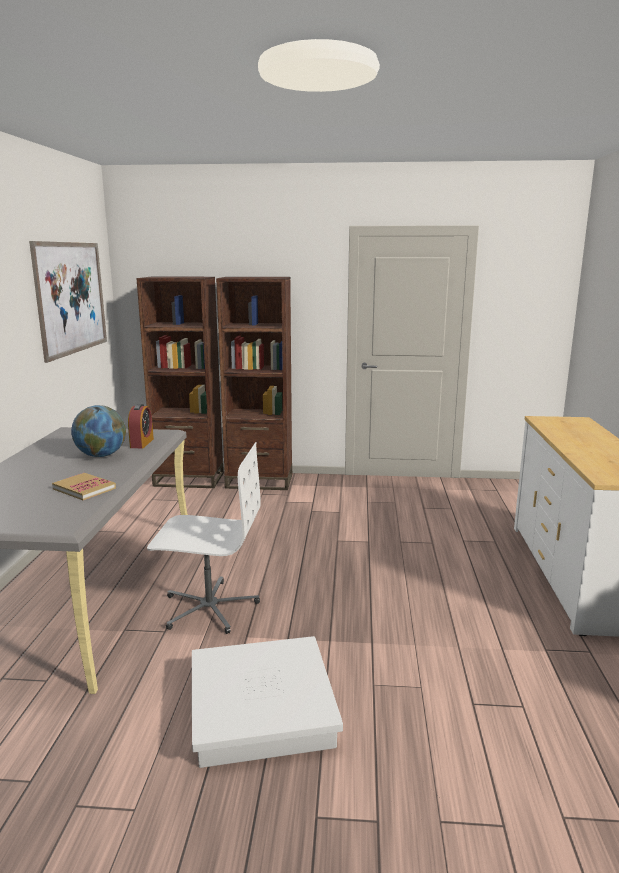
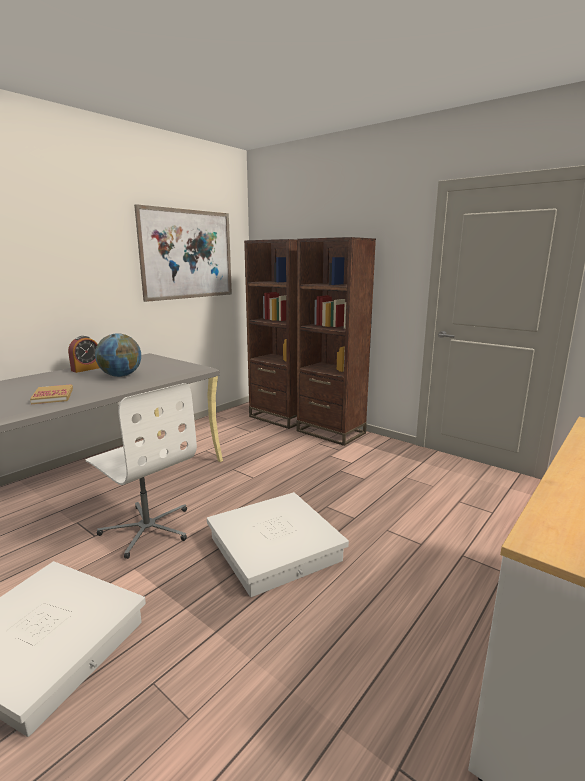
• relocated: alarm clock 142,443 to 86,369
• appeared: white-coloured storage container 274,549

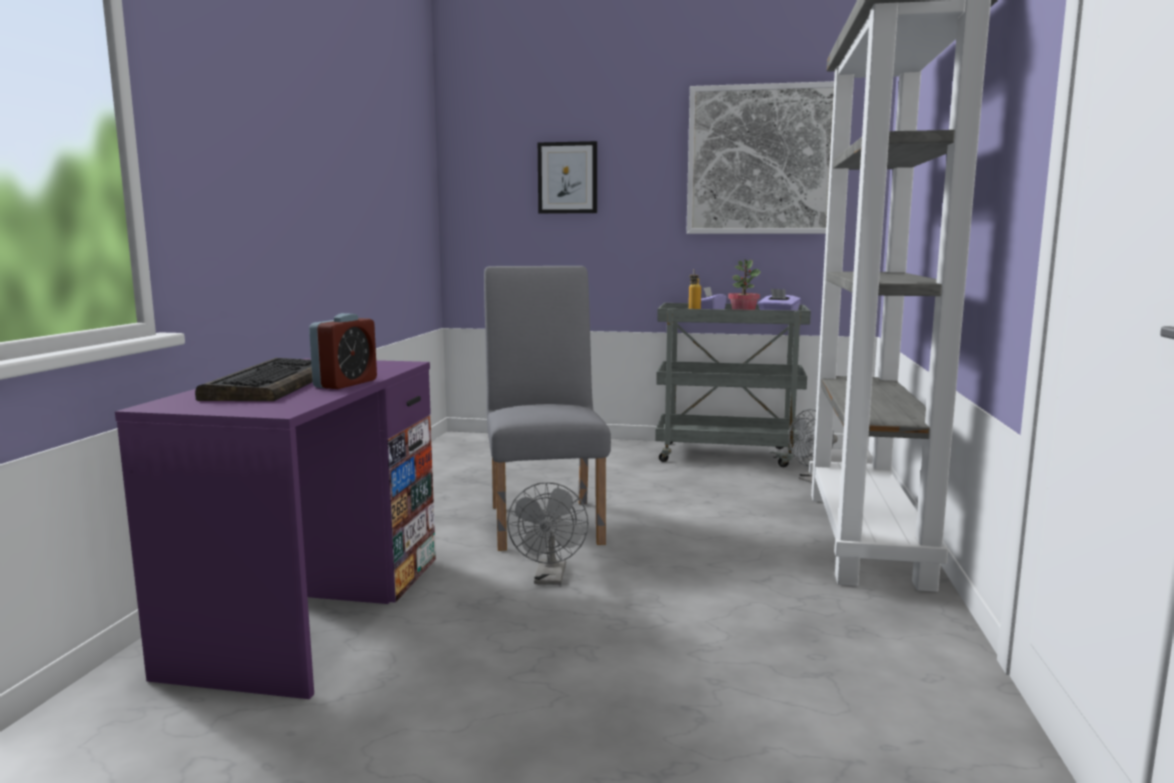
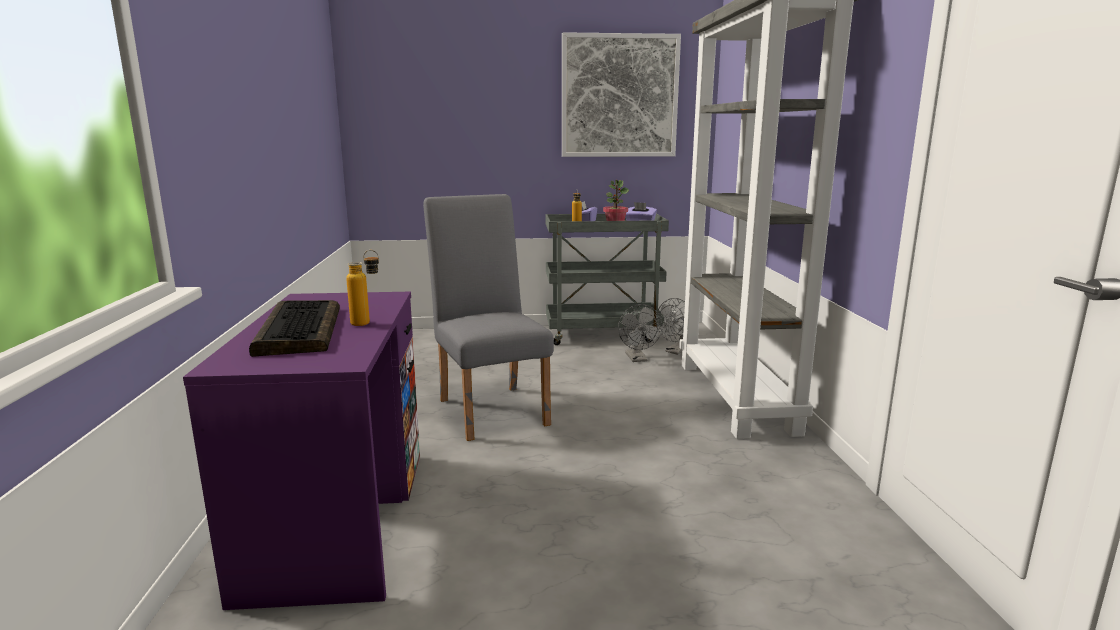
• exchanged: alarm clock 346,383 to drink bottle 367,324
• relocated: grey fan 550,579 to 637,359
• missing: picture 567,178

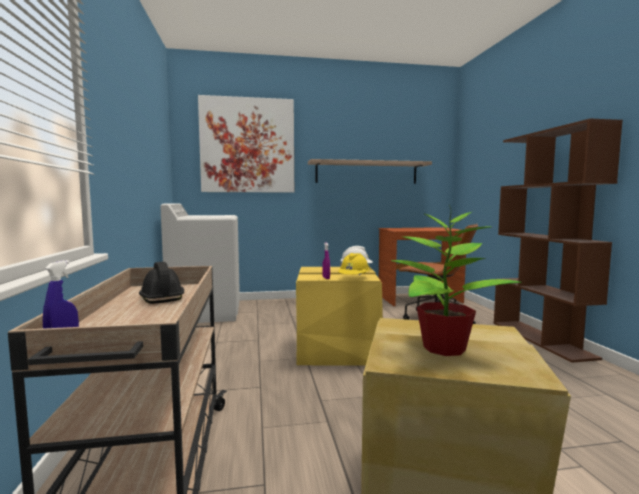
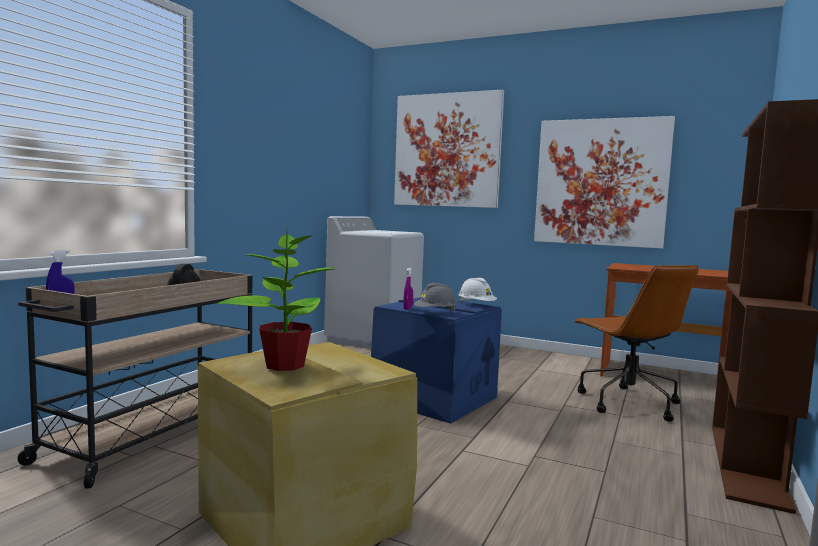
• colour: yellow-coloured storage container 337,350 to bluish storage container 435,399
• colour: yellow-coloured hard hat 354,278 to grey hard hat 435,313
• exchanged: bracket shelf 366,172 to picture 600,182

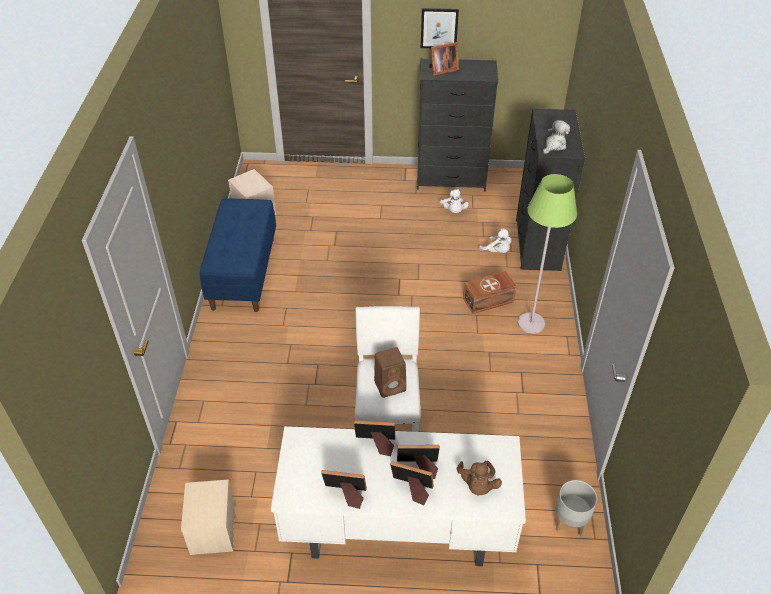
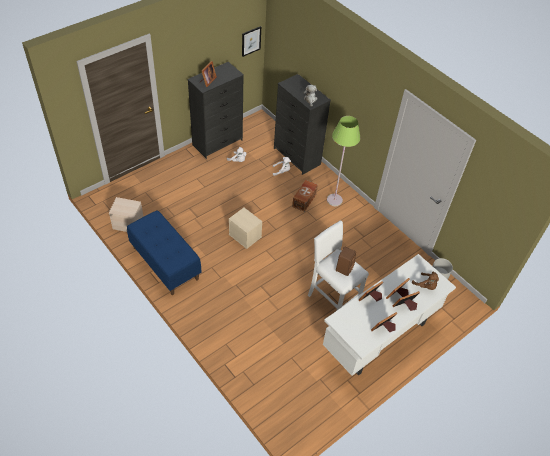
• relocated: sand-coloured storage container 213,530 to 245,236
• relocated: picture 439,28 to 251,41

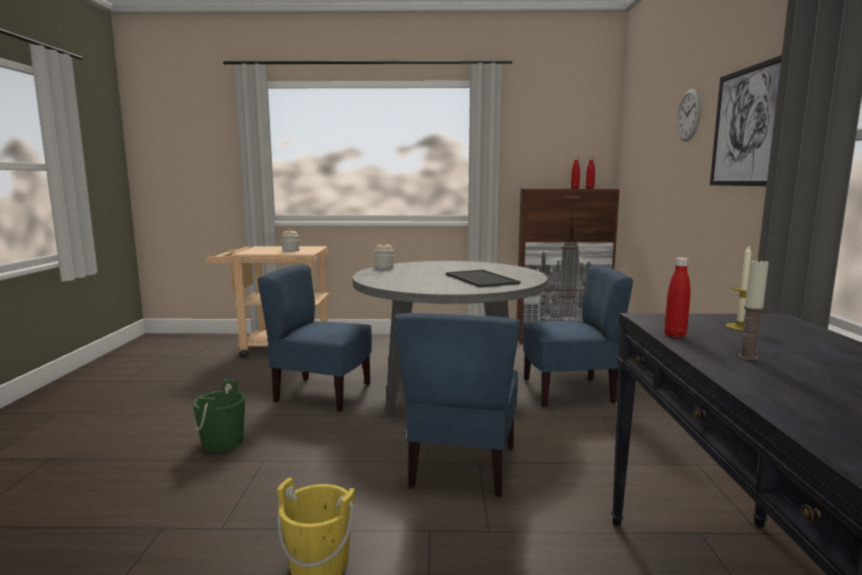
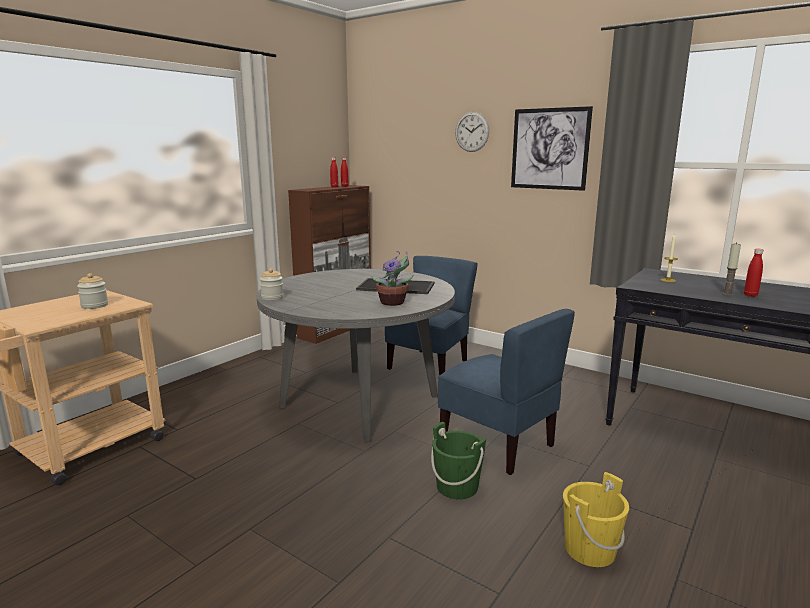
• appeared: potted plant 394,303
• relocated: greenish water bucket 223,442 to 457,487
• relocated: red drink bottle 675,335 to 750,295
• missing: bluish plain chair 322,394

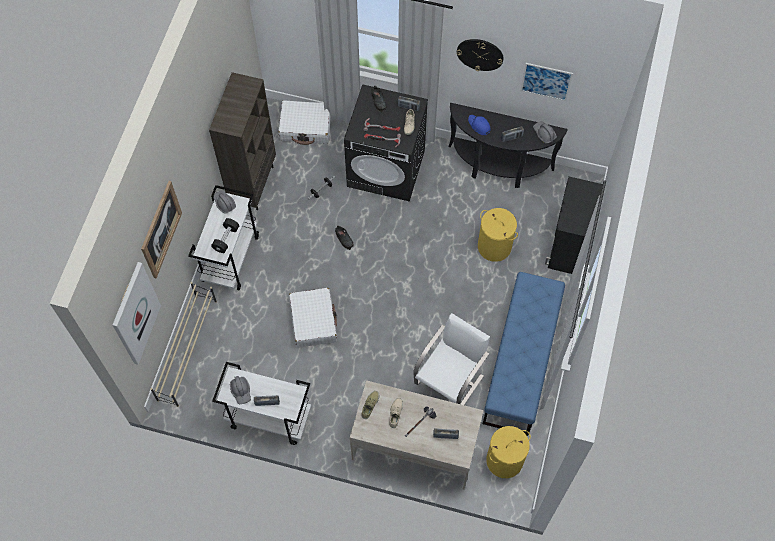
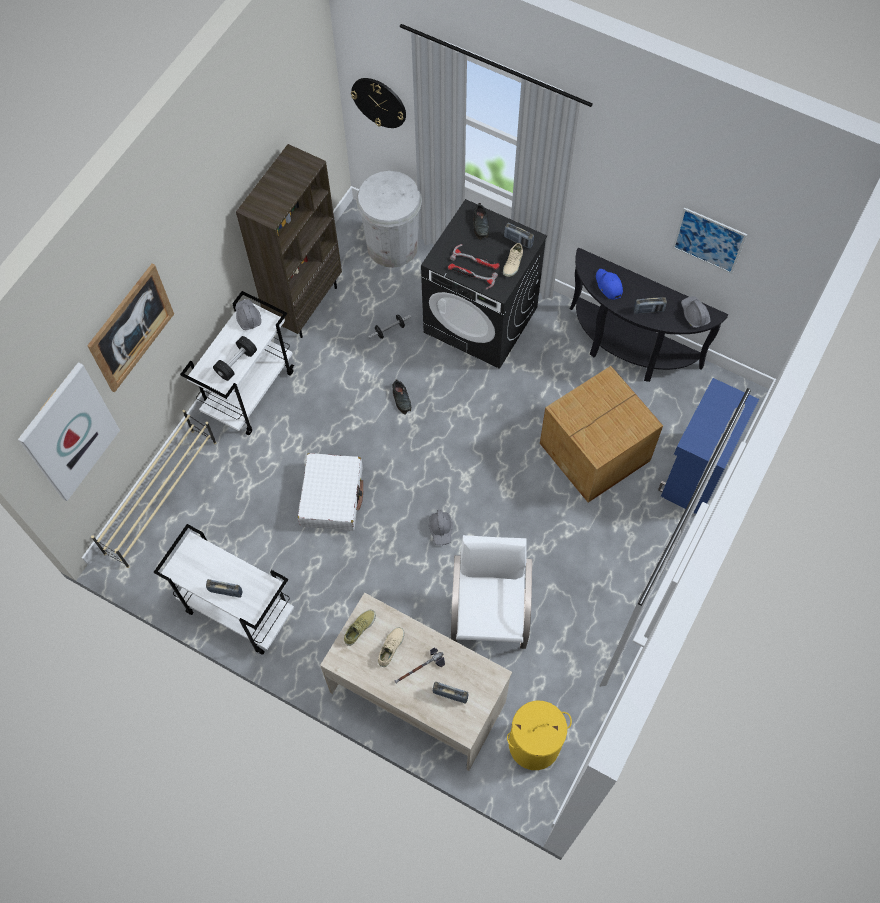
• relocated: clock on the wall 480,54 to 379,102
• exchanged: white-coloured piece of luggage 306,127 to white-coloured trash can 392,246
• relocated: grey hard hat 241,391 to 441,529
• spun: white-coloured plain chair 450,379 = 490,615 45 degrees counterclockwise
• exchanged: yellow-coloured hamper 494,246 to cardboard box 596,452
• colour: blackish cupboard 567,246 to bluish cupboard 695,473
• missing: bluish bench 521,361

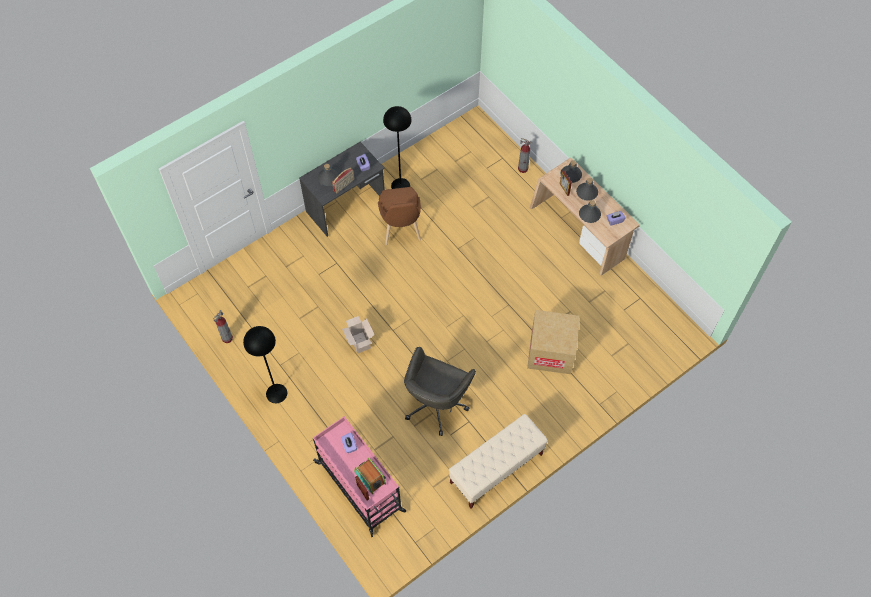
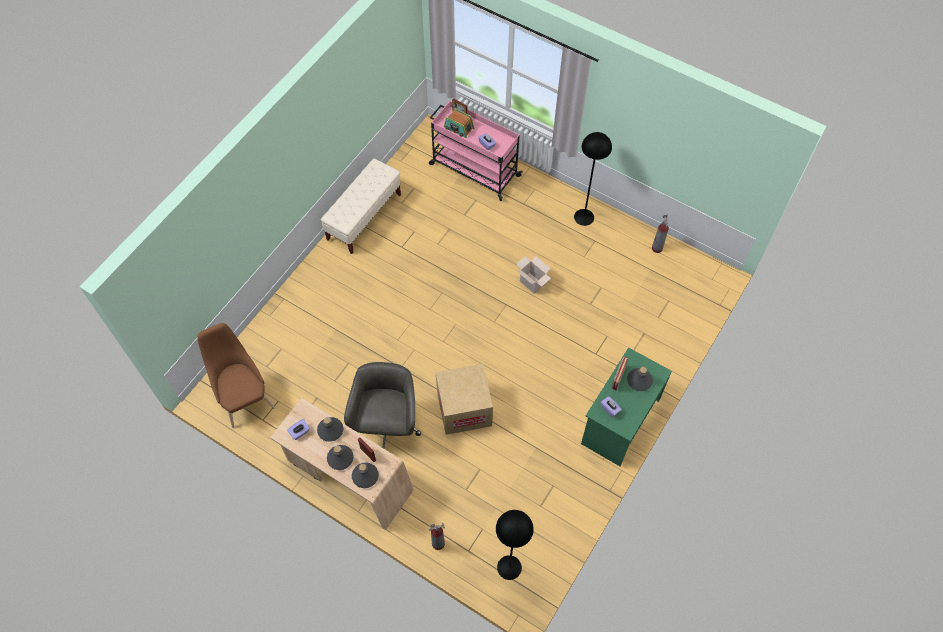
• relocated: brown-coloured plain chair 401,230 to 244,397
• relocated: grey desk chair 436,403 to 387,425
• relocated: cardboard box 551,352 to 464,409
• relocated: blackish standard lamp 400,185 to 509,567
• colour: grey desk 346,206 to greenish desk 619,421

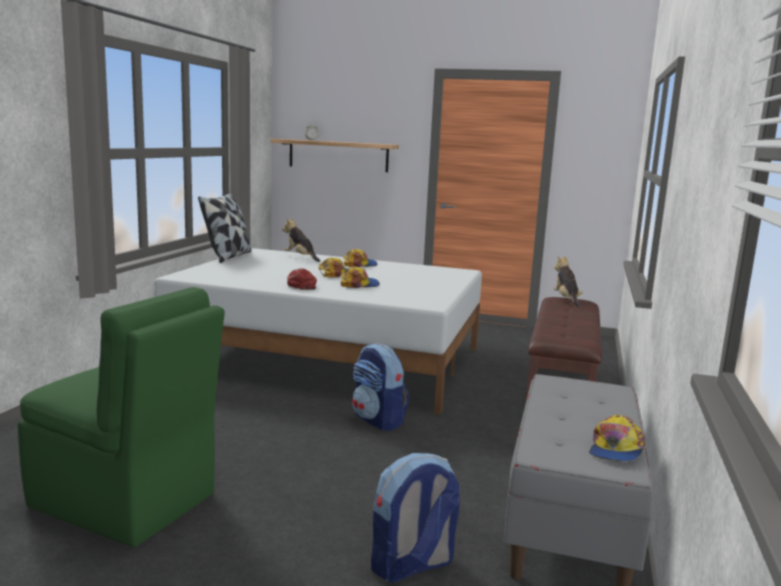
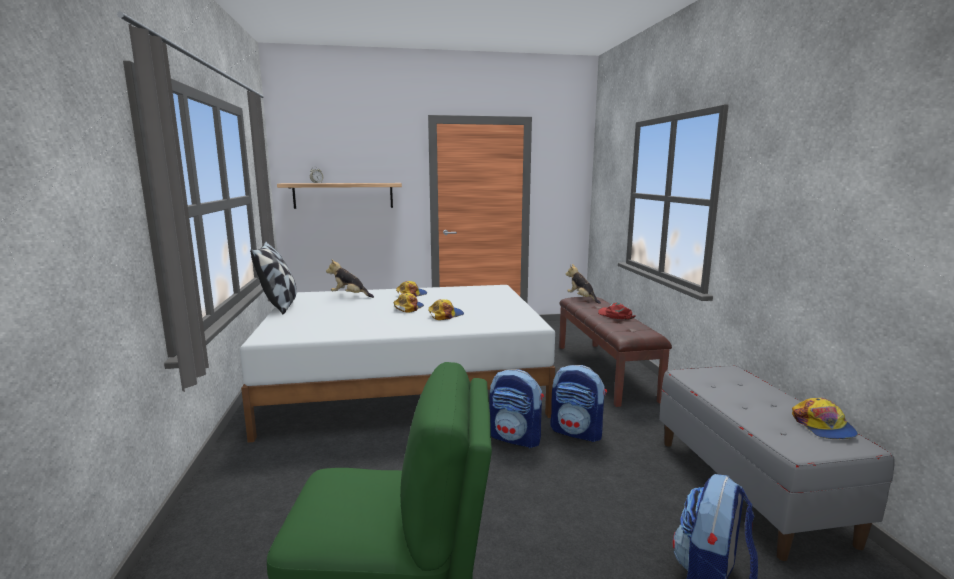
• appeared: knapsack 577,432
• relocated: red baseball cap 302,284 to 615,315

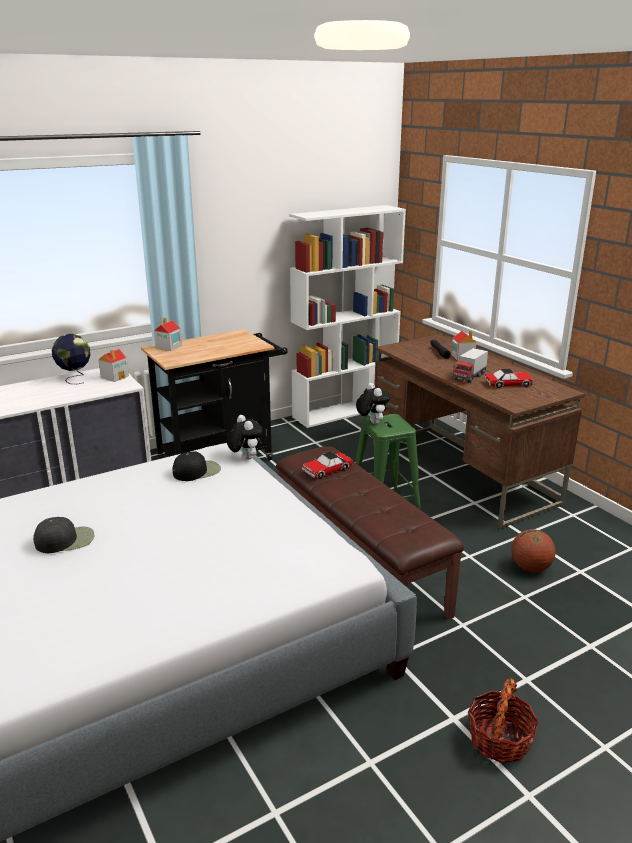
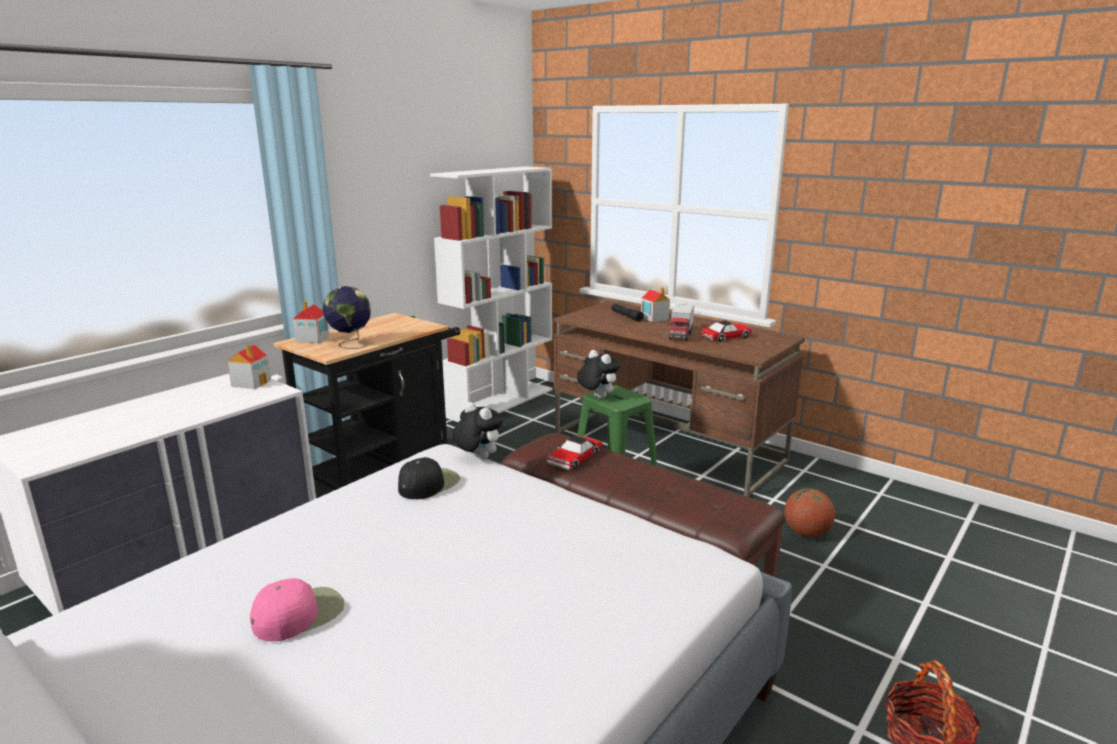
• colour: blackish baseball cap 65,540 to pink baseball cap 299,614
• relocated: globe 75,379 to 350,344

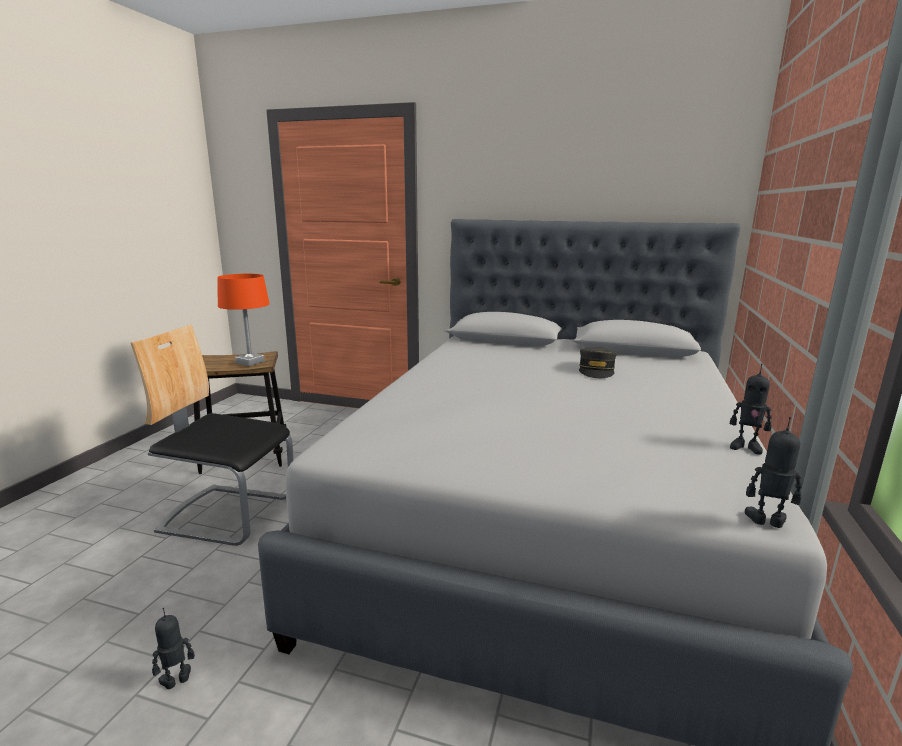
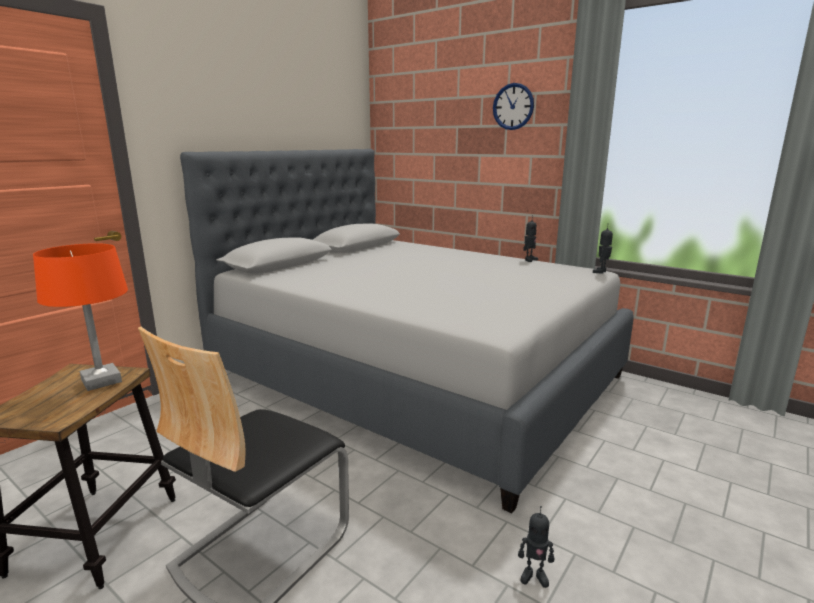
• appeared: clock on the wall 513,106
• spun: robot figure 177,681 = 534,576 60 degrees counterclockwise
• missing: grey baseball cap 596,370

